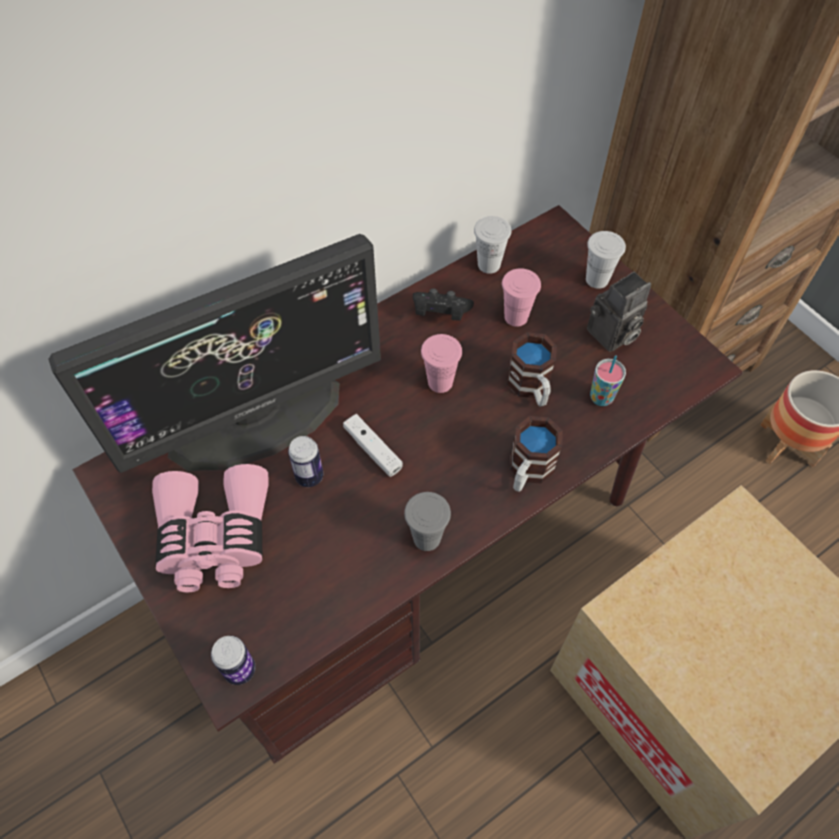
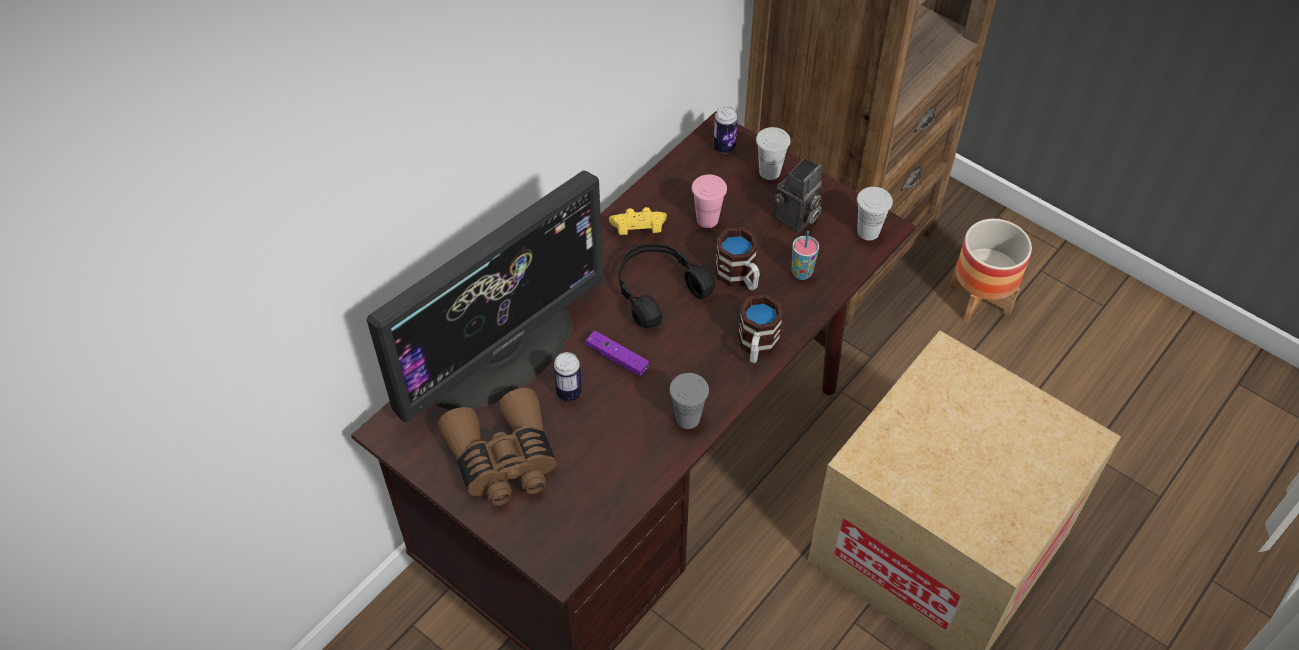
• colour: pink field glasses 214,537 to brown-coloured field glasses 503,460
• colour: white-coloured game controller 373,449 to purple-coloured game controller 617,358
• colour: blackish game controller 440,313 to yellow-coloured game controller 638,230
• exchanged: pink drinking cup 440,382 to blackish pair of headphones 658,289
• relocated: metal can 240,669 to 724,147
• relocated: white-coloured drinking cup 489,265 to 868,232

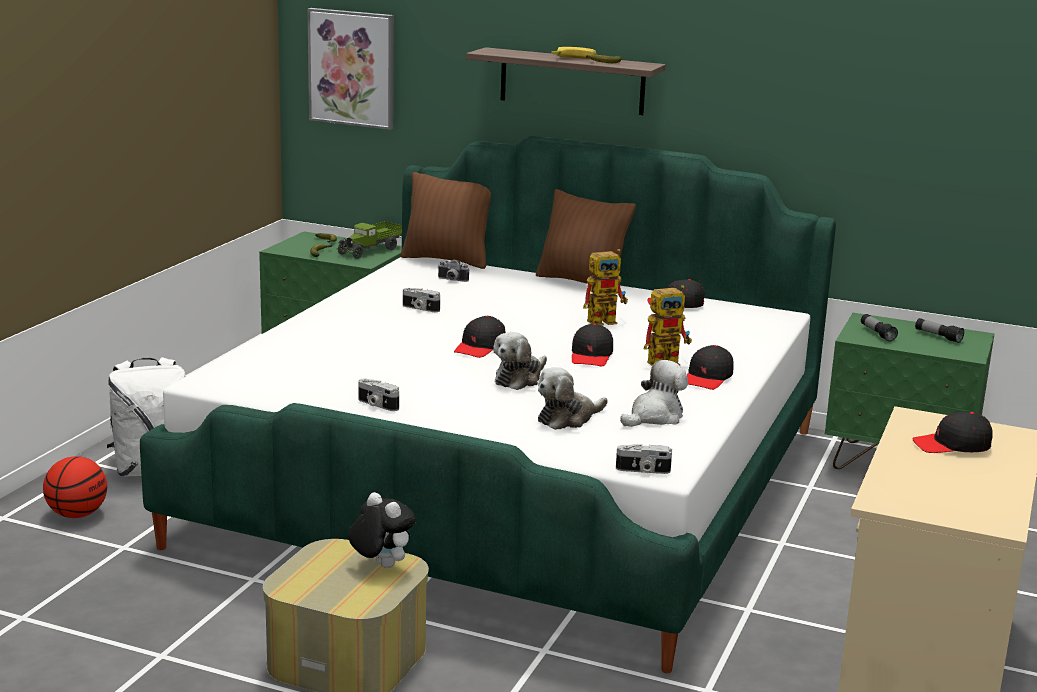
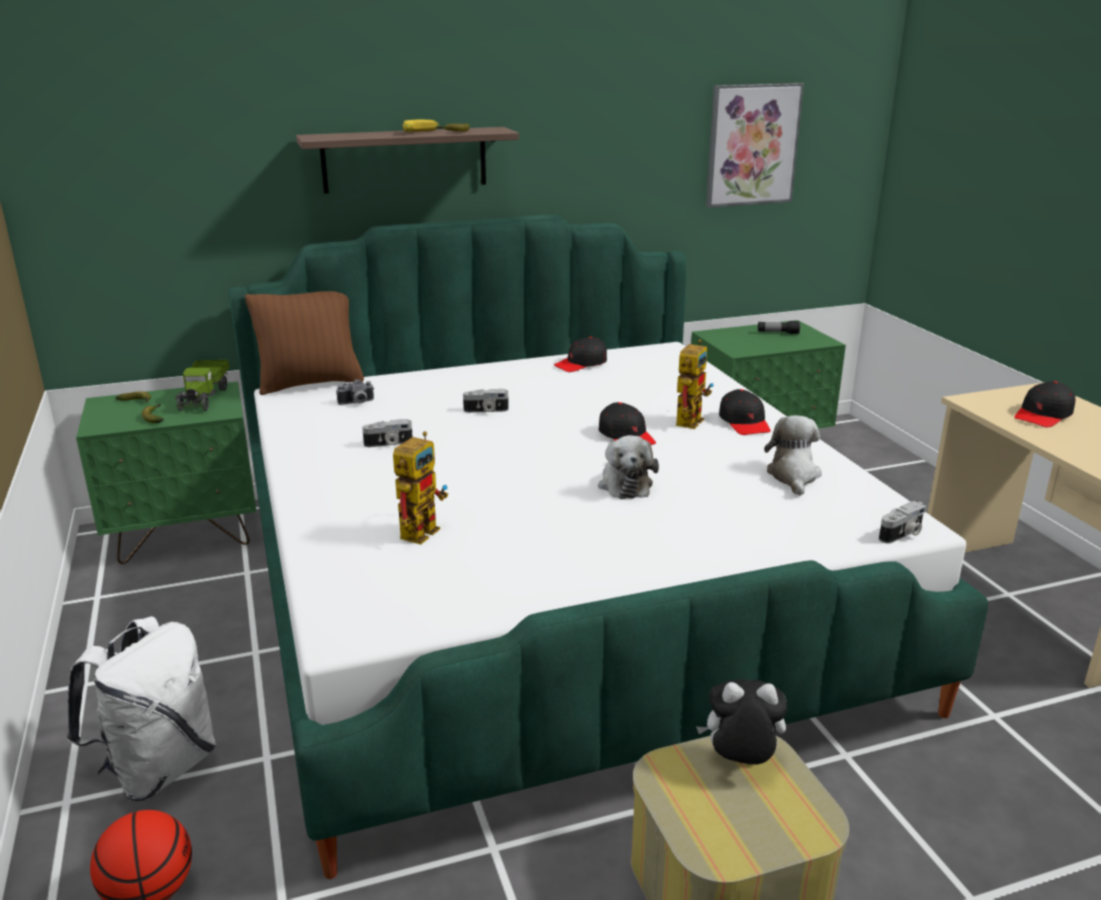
• relocated: robot figure 606,320 to 421,528
• relocated: still camera 376,405 to 486,411
• relocated: picture 352,68 to 752,145
• missing: blackish baseball cap 480,347
• missing: brown-coloured throw pillow 582,282
• missing: plush toy 568,418
• missing: hand torch 877,333

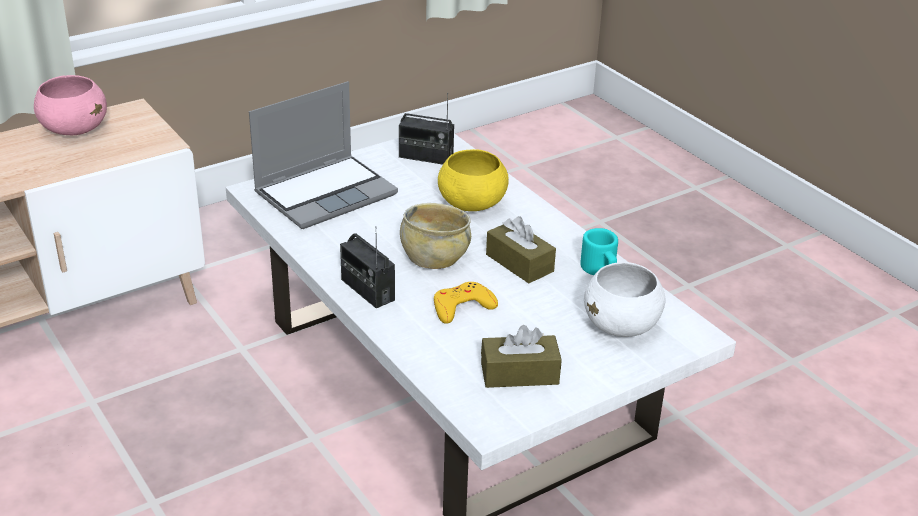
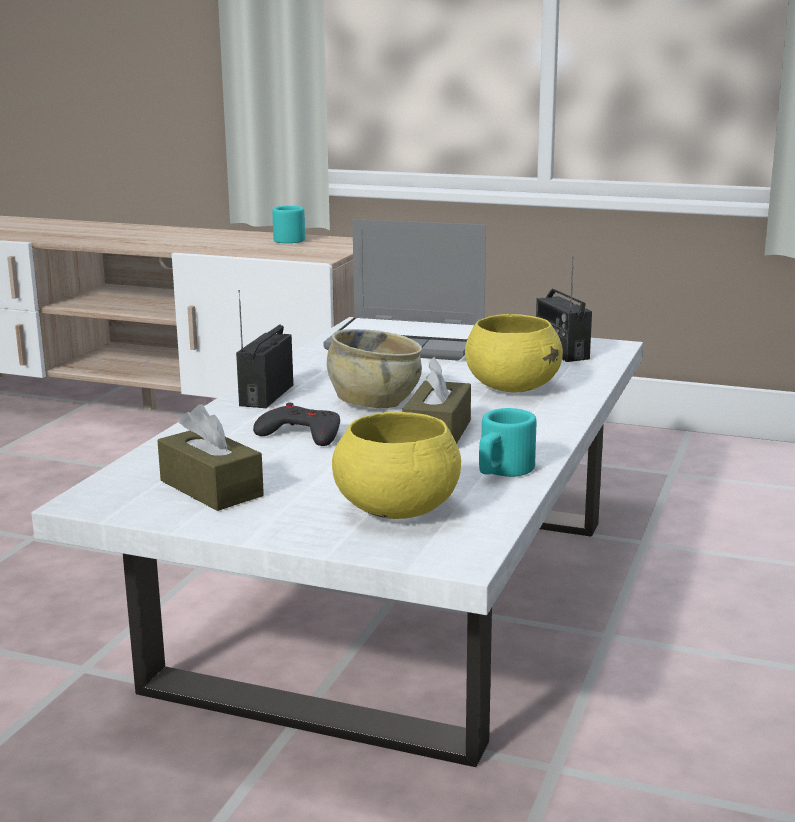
• colour: yellow-coloured game controller 462,307 to grey game controller 301,434
• exchanged: pink deep dish 74,129 to turquoise-coloured coffee mug 289,239
• colour: white-coloured deep dish 622,326 to yellow-coloured deep dish 397,511

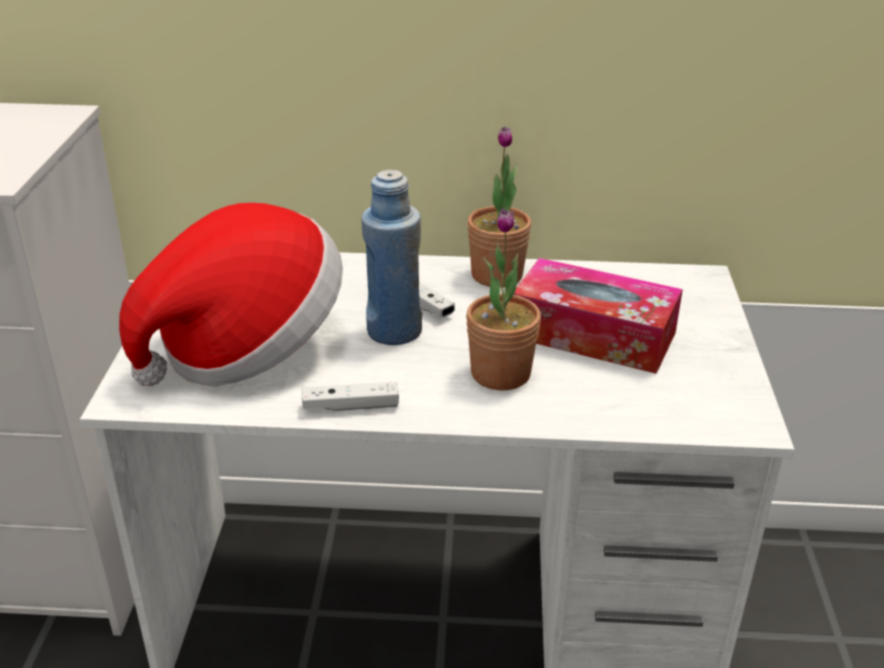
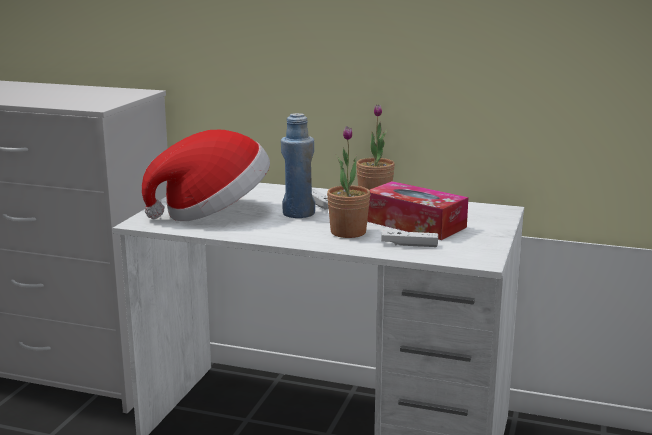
• relocated: white-coloured game controller 351,406 to 409,245

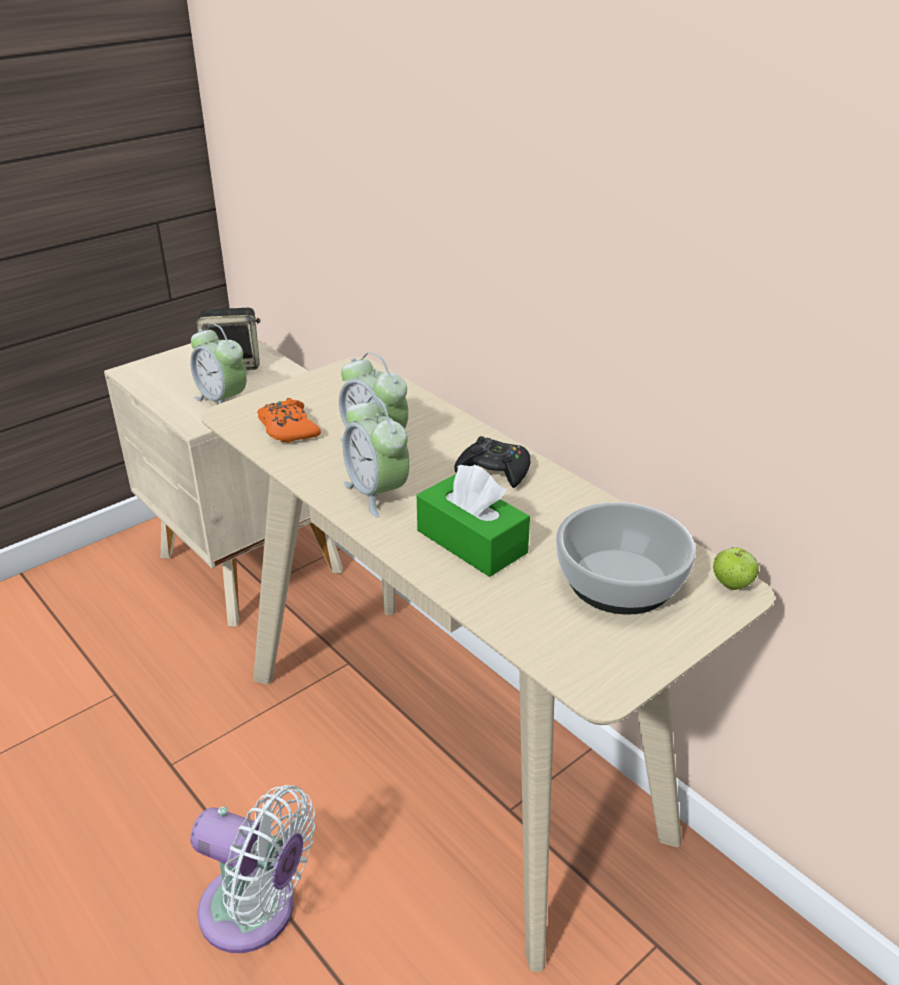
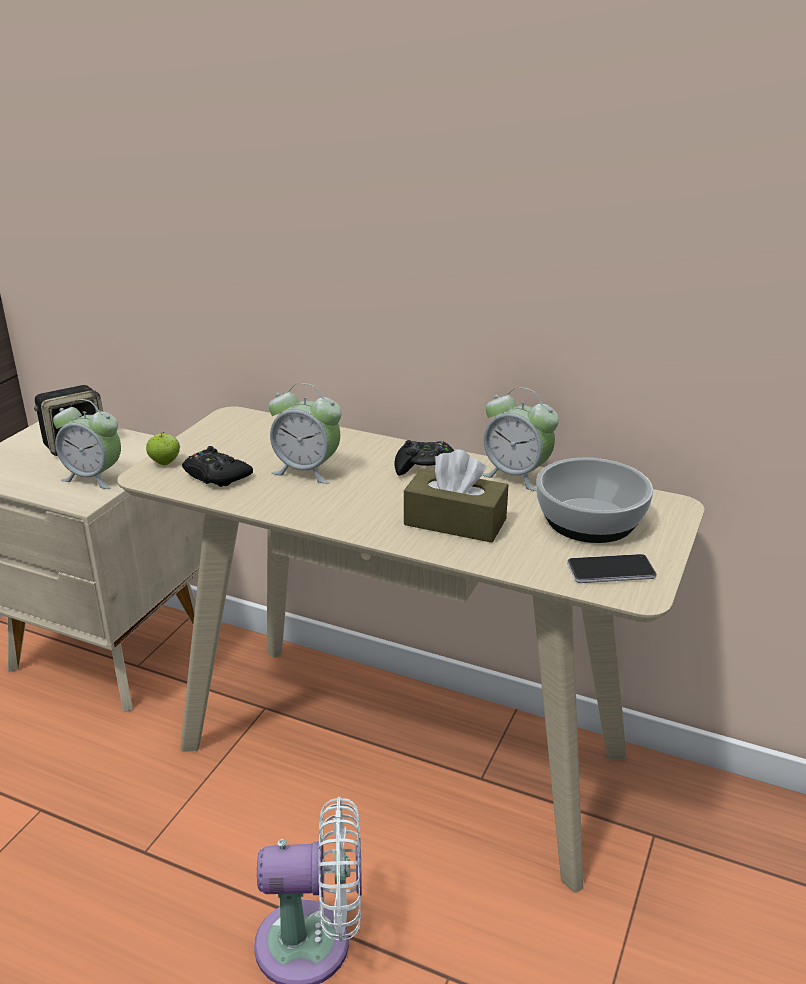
• relocated: apple 732,584 to 165,462
• colour: orange game controller 288,429 to blackish game controller 216,475
• colour: greenish tissue holder 471,542 to brown-coloured tissue holder 455,522
• relocated: alarm clock 377,493 to 516,475
• appeared: telephone 611,570

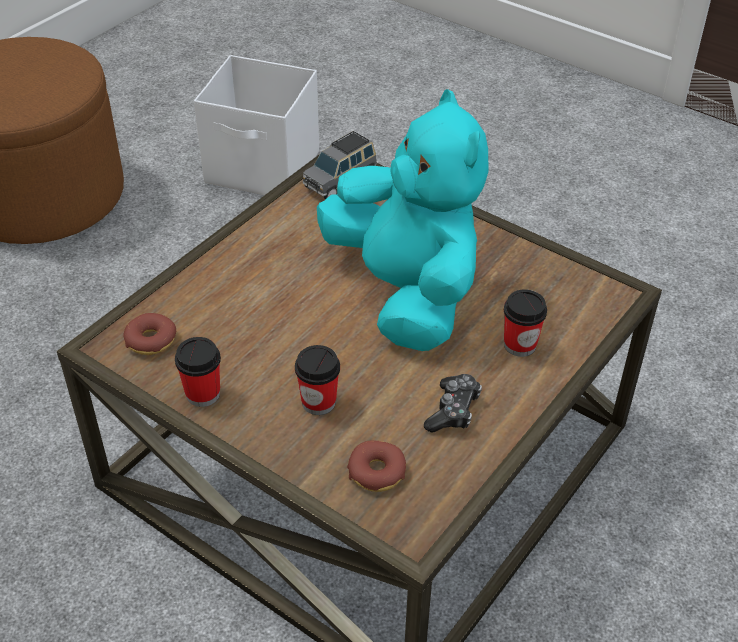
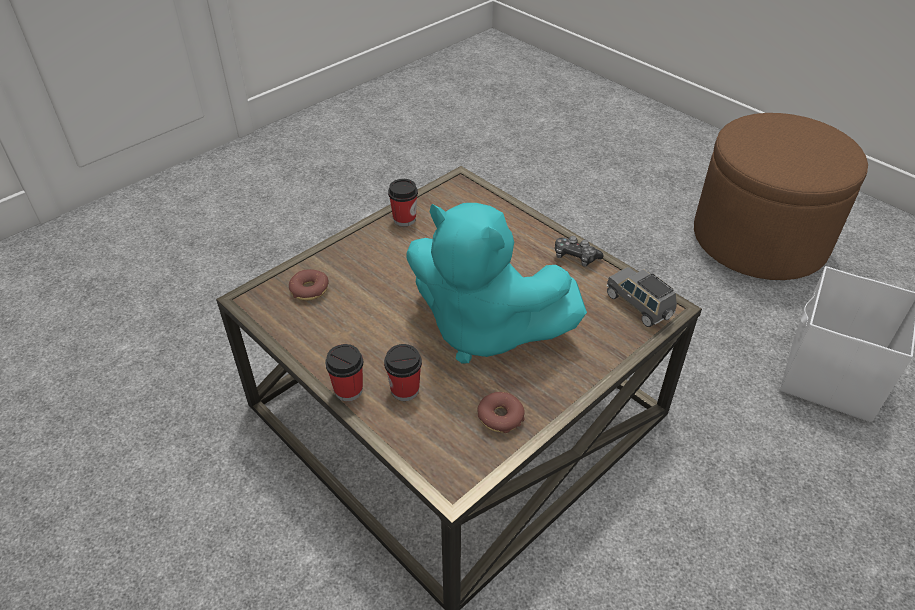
• relocated: drinking cup 318,402 to 348,390
• spun: turquoise-coloured plush toy 406,293 = 484,329 45 degrees clockwise
• relocated: donut 151,340 to 500,417
• relocated: game controller 453,411 to 575,257

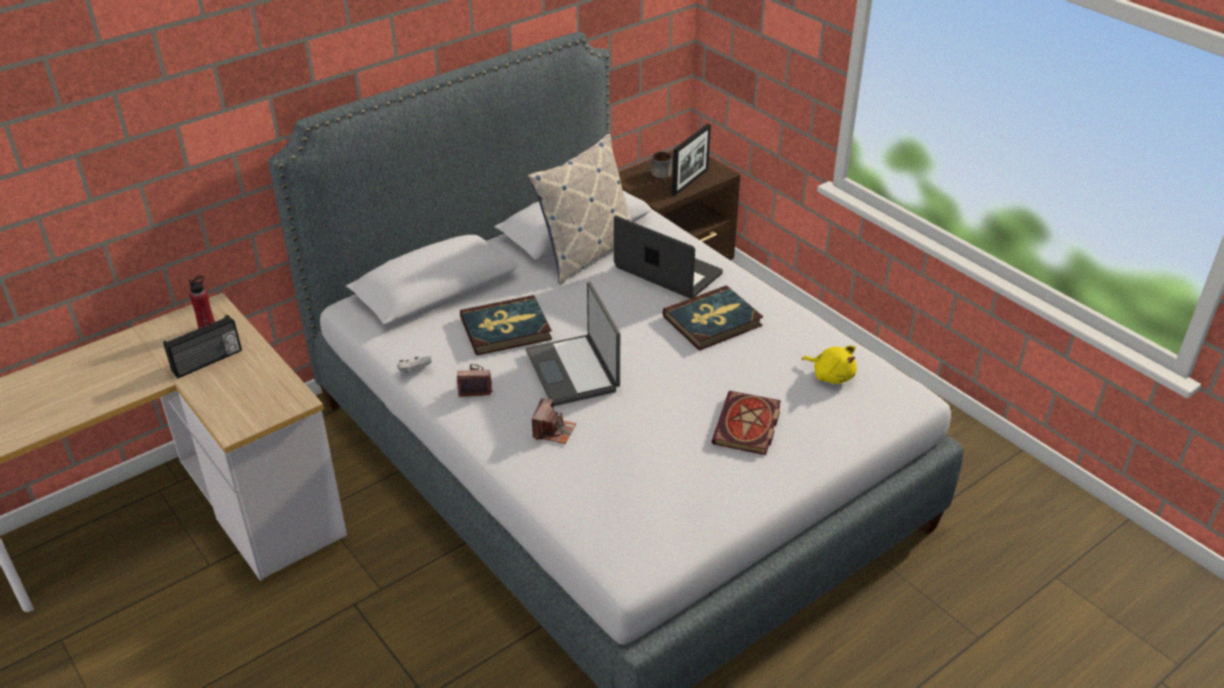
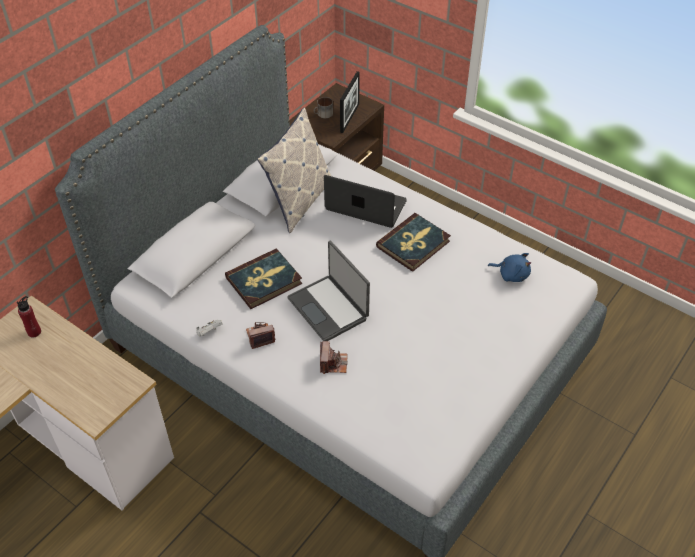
• colour: yellow-coloured plush toy 831,375 to bluish plush toy 511,274
• missing: radio receiver 207,362
• missing: bound book 748,427

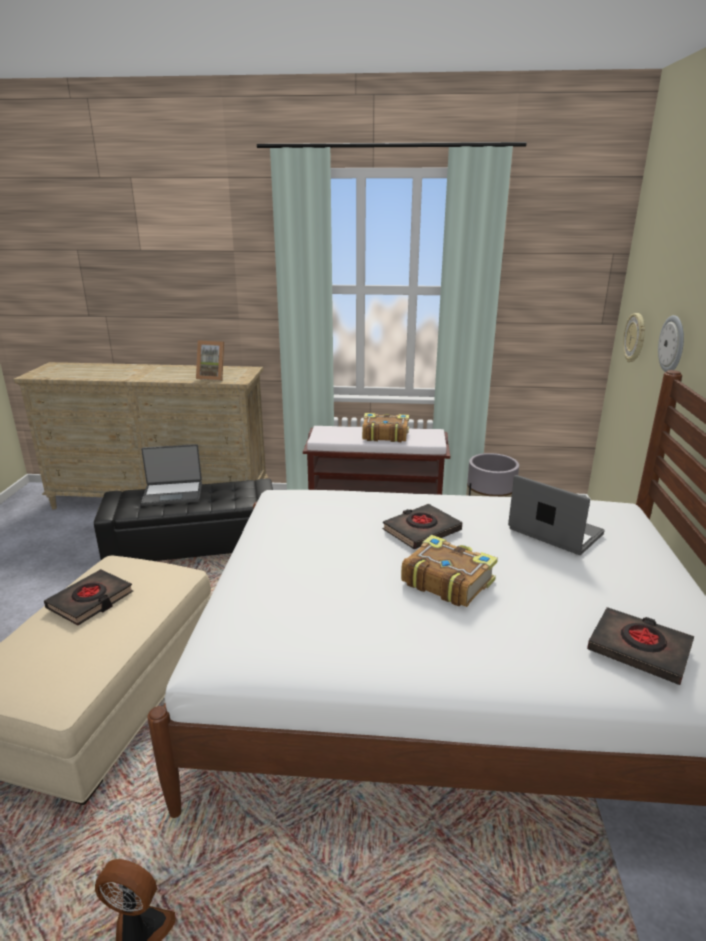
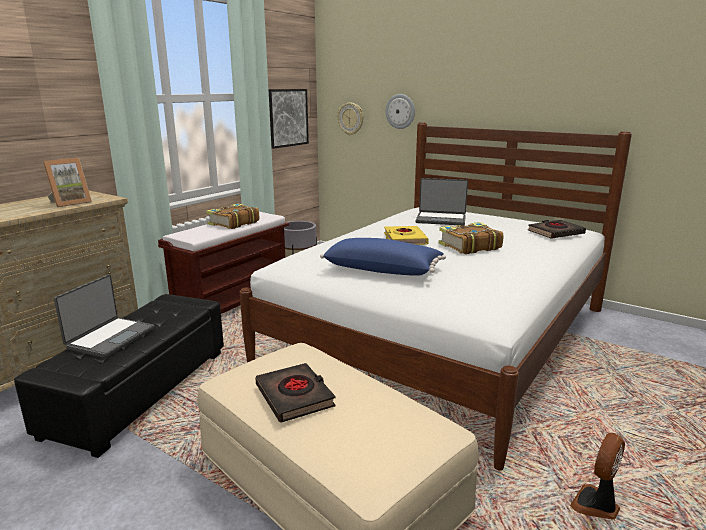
• appeared: picture 287,117
• appeared: bluish throw pillow 383,269
• colour: blackish bound book 421,530 to yellow-coloured bound book 404,239
• spun: laptop 554,532 = 441,219 150 degrees counterclockwise

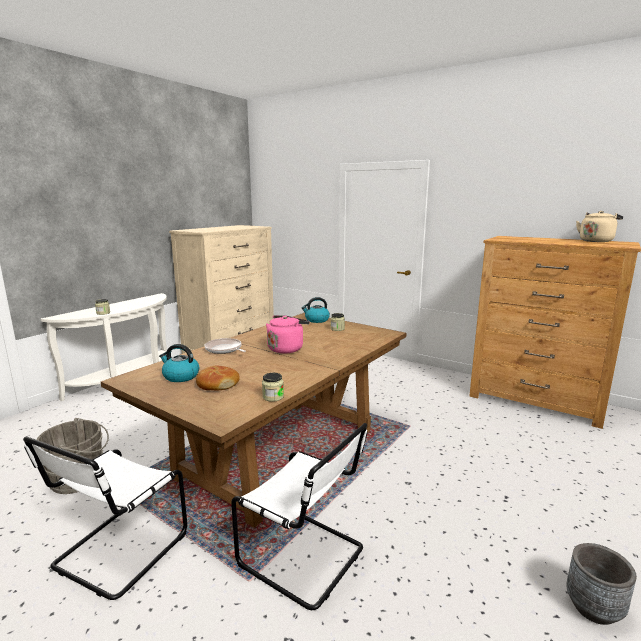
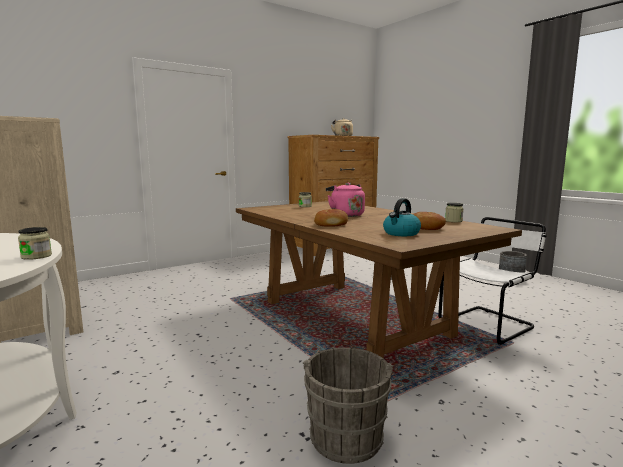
• exchanged: skillet 224,349 to bakery bread 331,224
• missing: white-coloured plain chair 117,553
• missing: tea kettle 316,320

